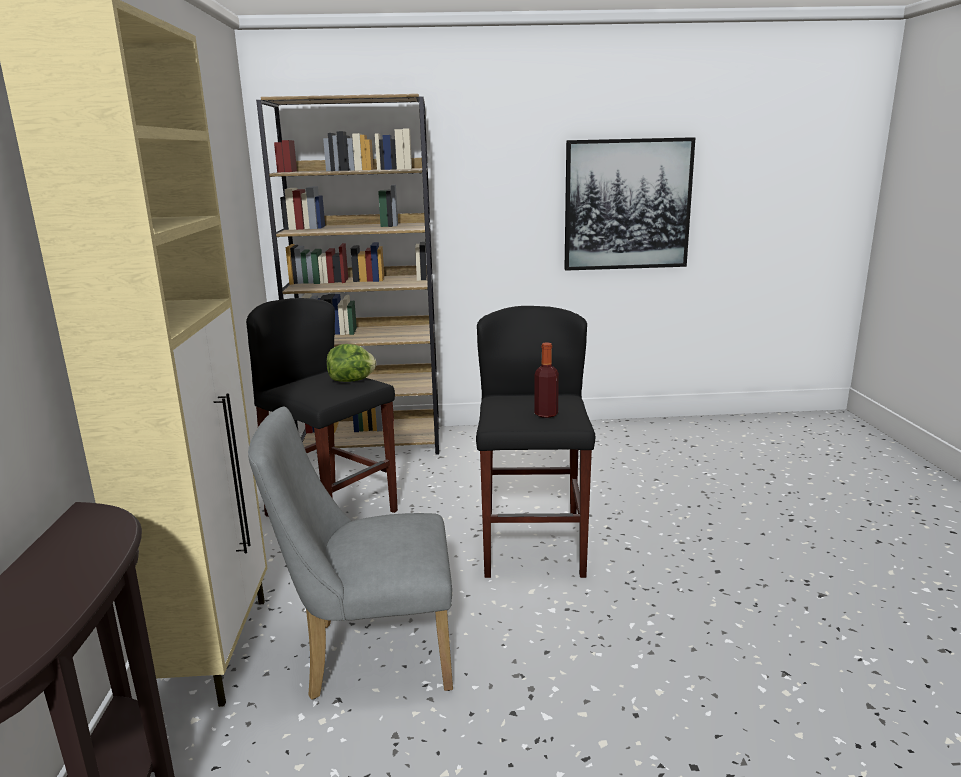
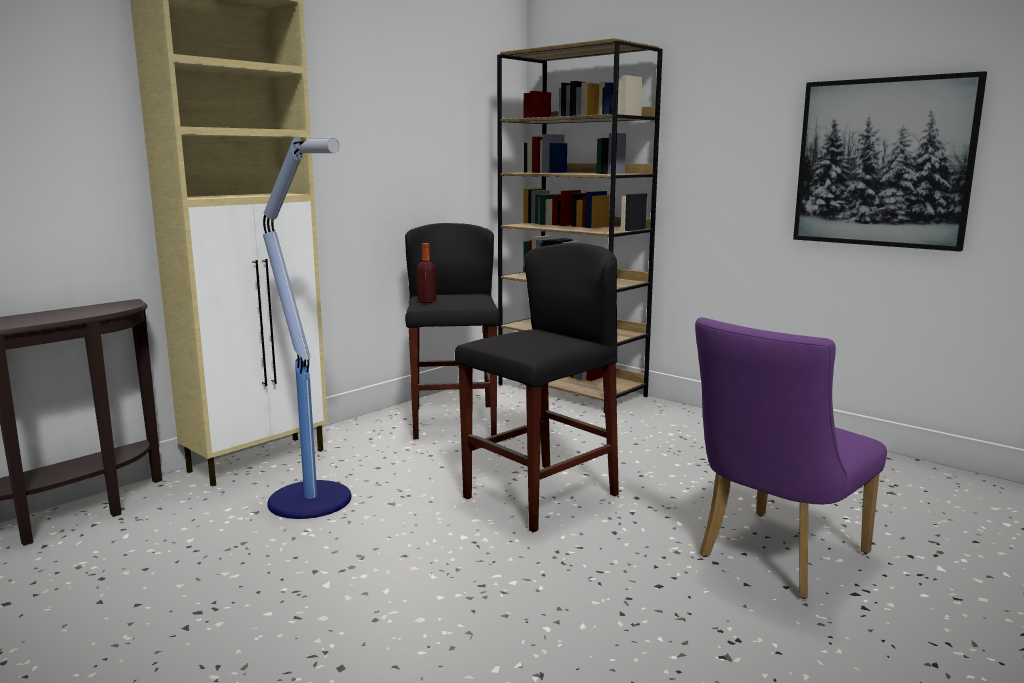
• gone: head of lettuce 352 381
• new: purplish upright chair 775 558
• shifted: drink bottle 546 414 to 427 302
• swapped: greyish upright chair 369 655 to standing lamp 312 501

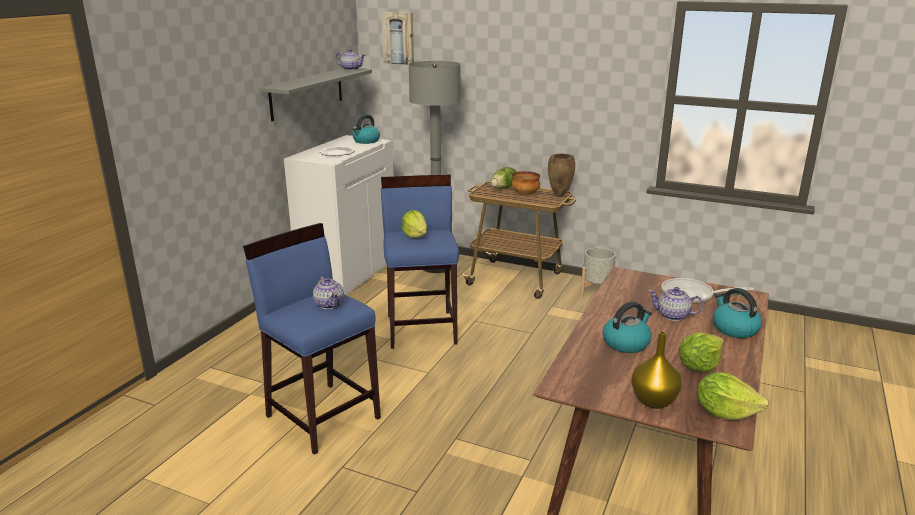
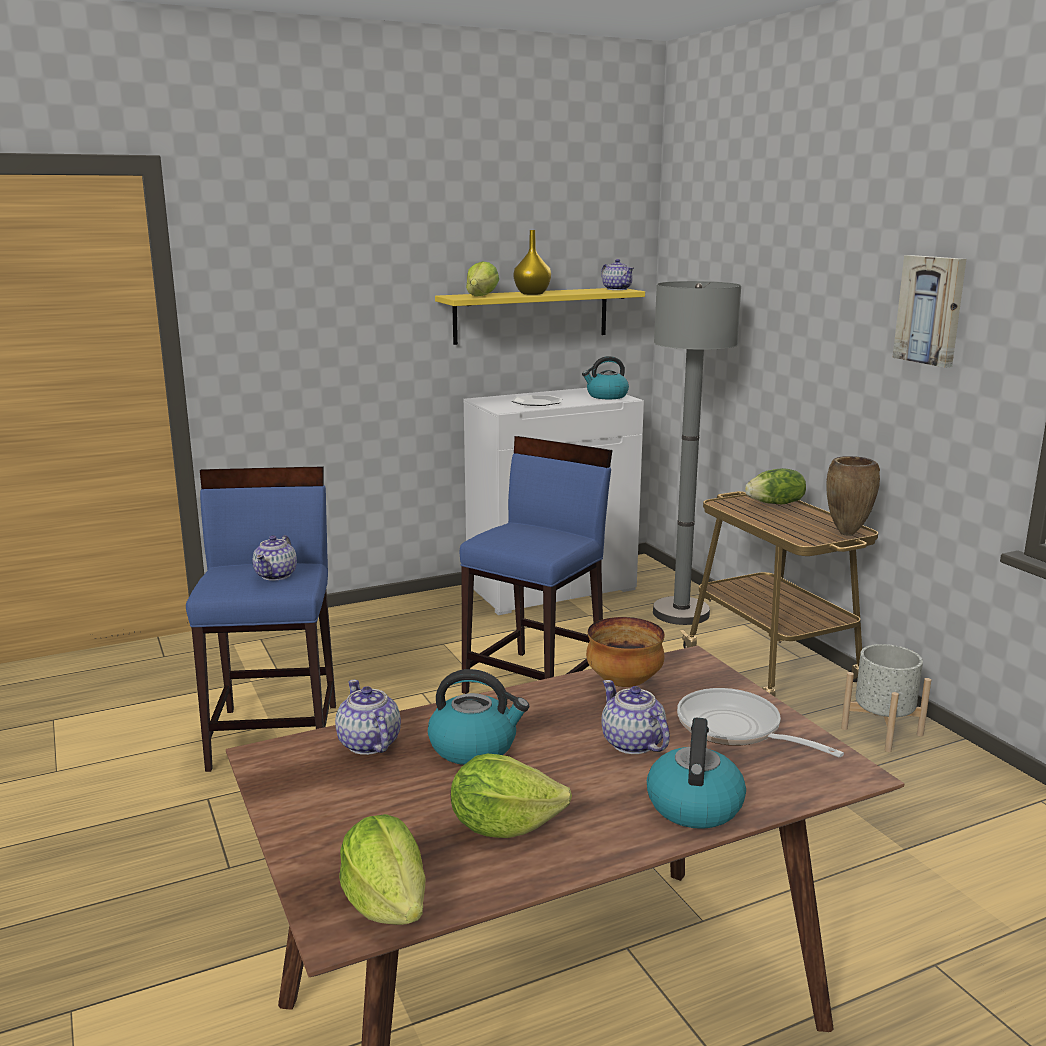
• new: pot for tea 368 744
• shifted: picture 399 38 to 931 310
• shifted: head of lettuce 415 235 to 482 296
• shifted: deep dish 525 194 to 625 683
• shifted: yellow flower vase 654 401 to 533 293
• repainted: greyish bracket shelf 307 93 to yellow bracket shelf 531 315

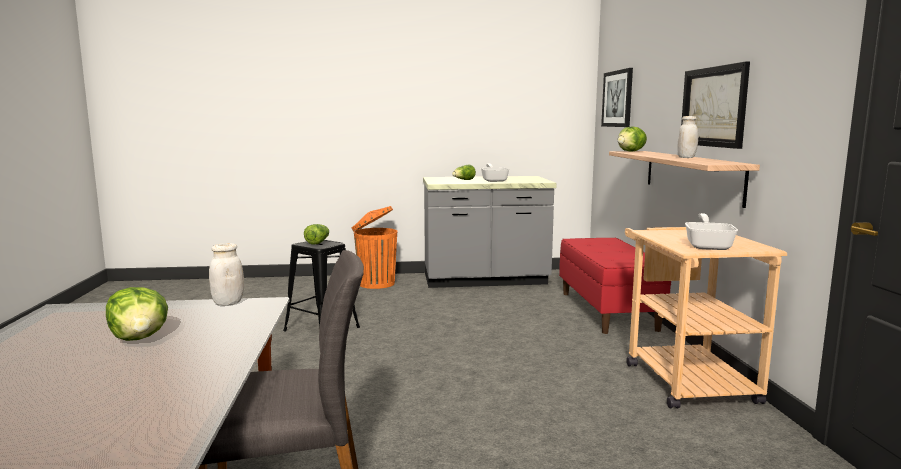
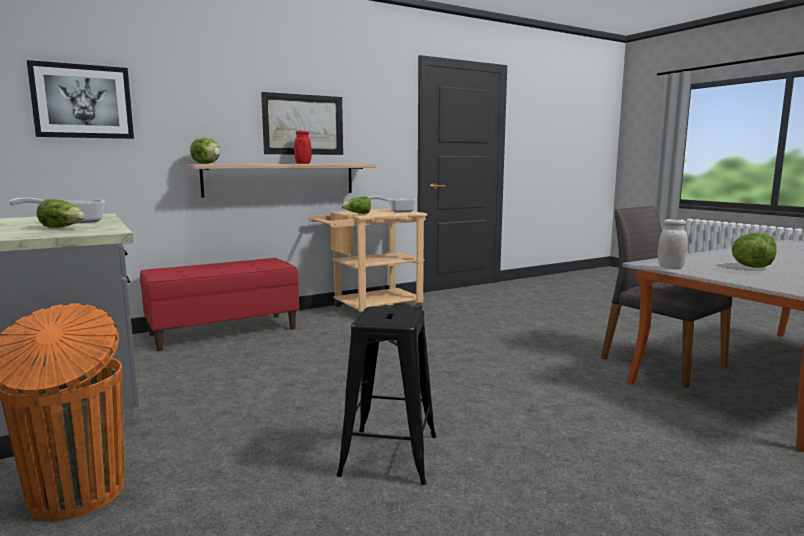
• shifted: head of lettuce 318 242 to 358 213
• repainted: white storage jar 686 157 to red-coloured storage jar 303 163

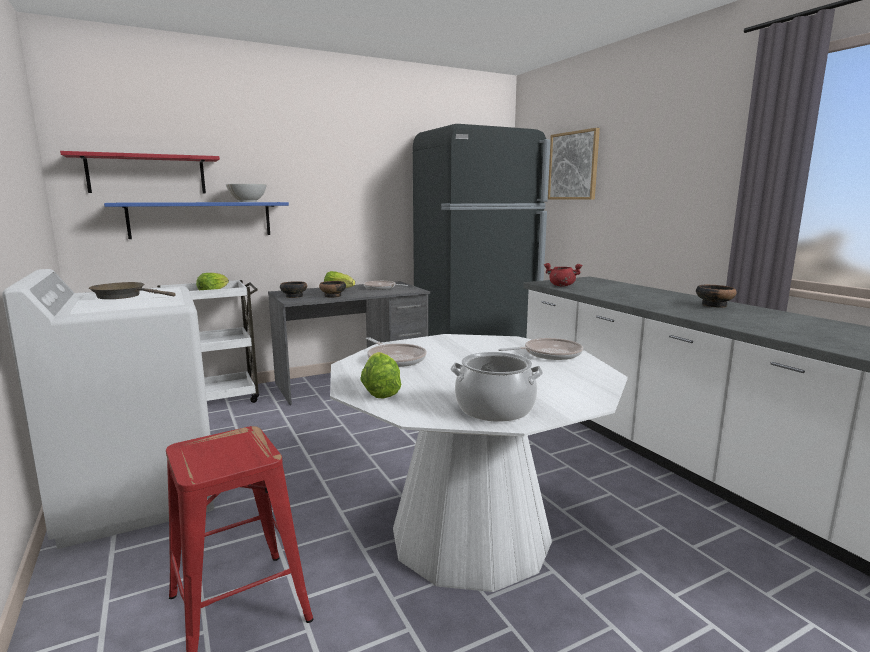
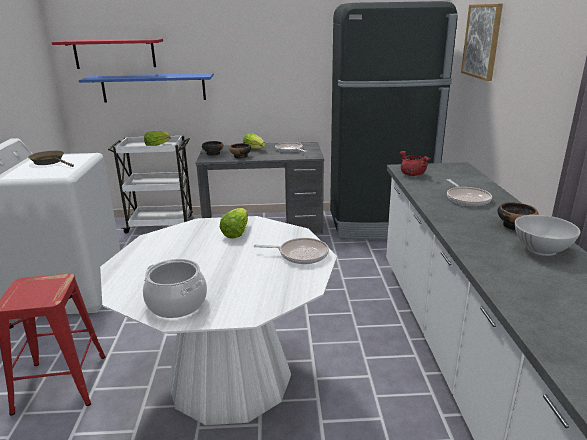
• shifted: white deep dish 248 202 to 542 249
• shifted: head of lettuce 380 390 to 236 232
• shifted: frying pan 395 359 to 466 199

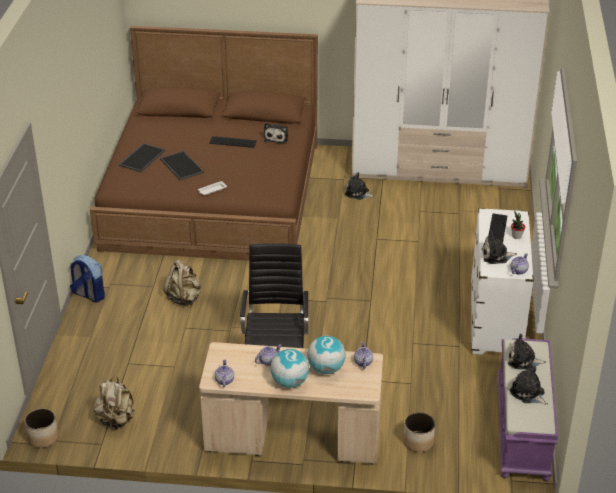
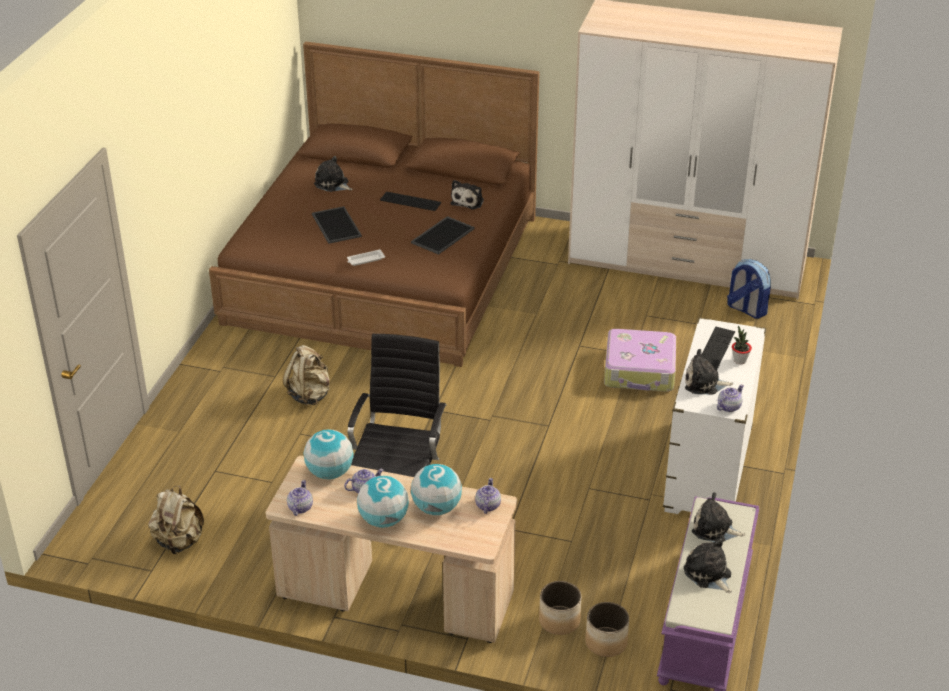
• new: world globe 330 473
• new: piece of luggage 640 371
• shifted: plant pot 43 438 to 606 642
• shifted: backpack 88 295 to 746 309
• shifted: carrying tray 141 157 to 442 235
• shifted: plush toy 358 193 to 333 184

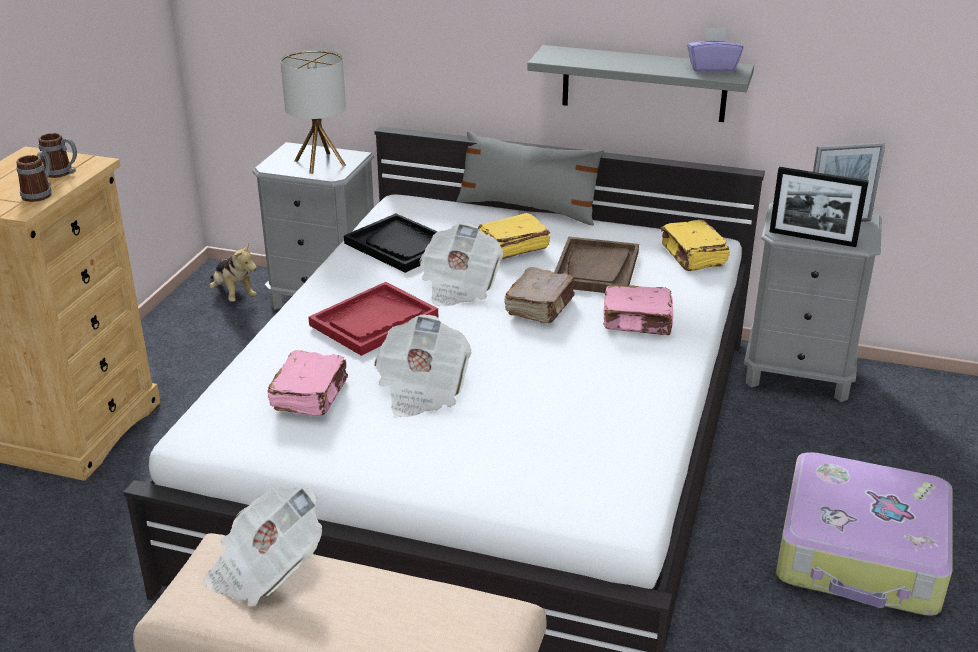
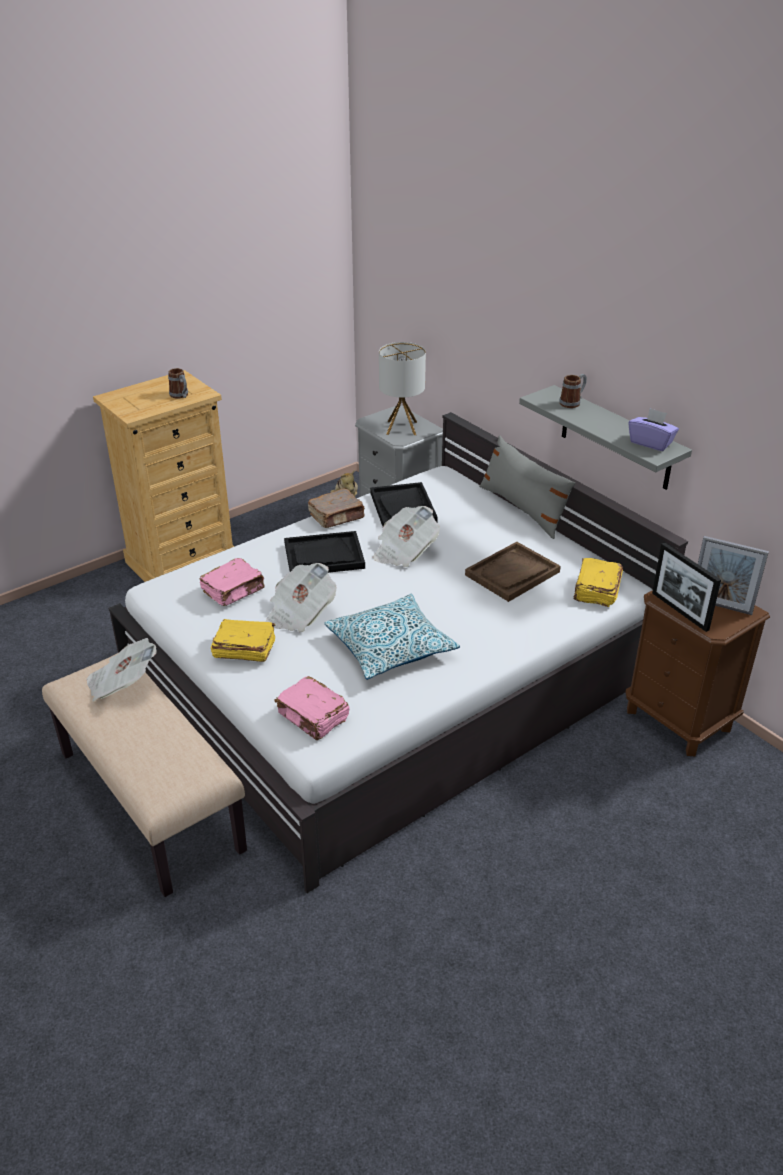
• gone: piece of luggage 861 554
• new: cushion 390 647
• shifted: tea mug 40 193 to 572 402
• shifted: yellow book 511 248 to 243 649
• shifted: brown book 540 307 to 337 517
• shifted: pink-coloured book 638 322 to 313 717
• repainted: red-coloured carrying tray 374 321 to blackish carrying tray 324 556
• repainted: greyish bedside table 798 374 to brown bedside table 679 719

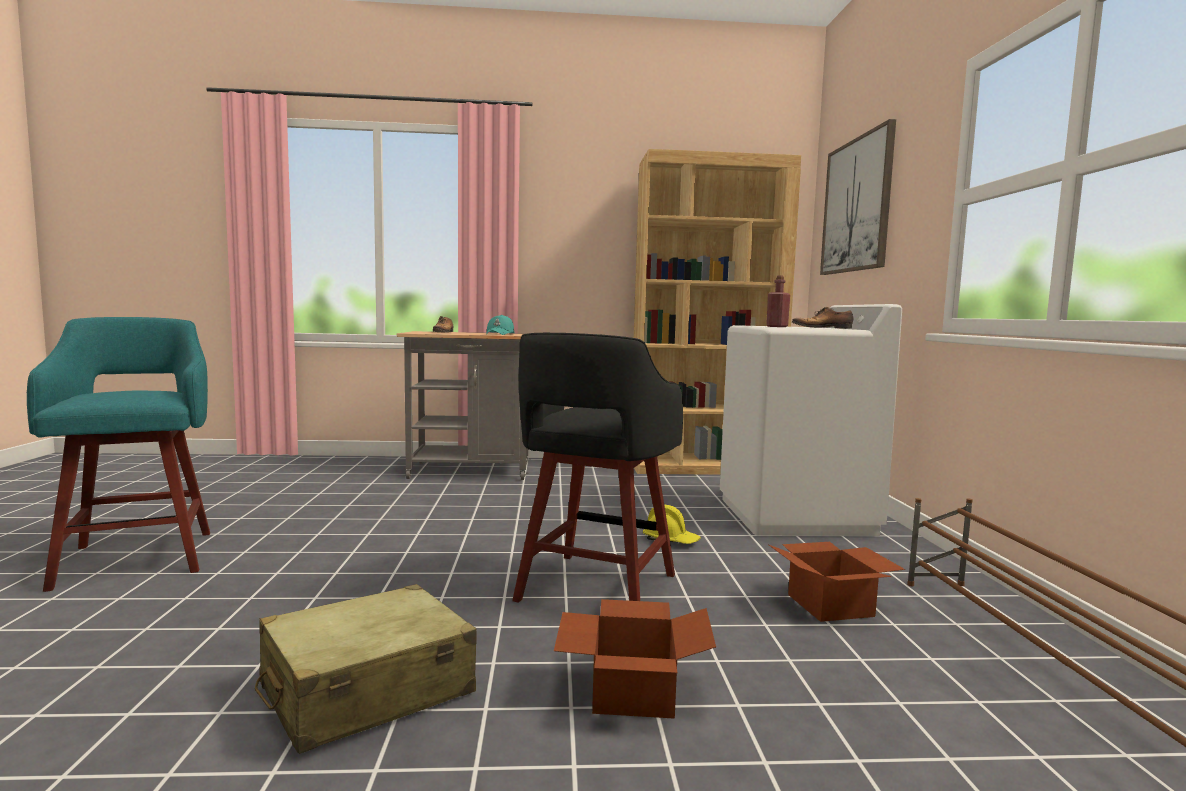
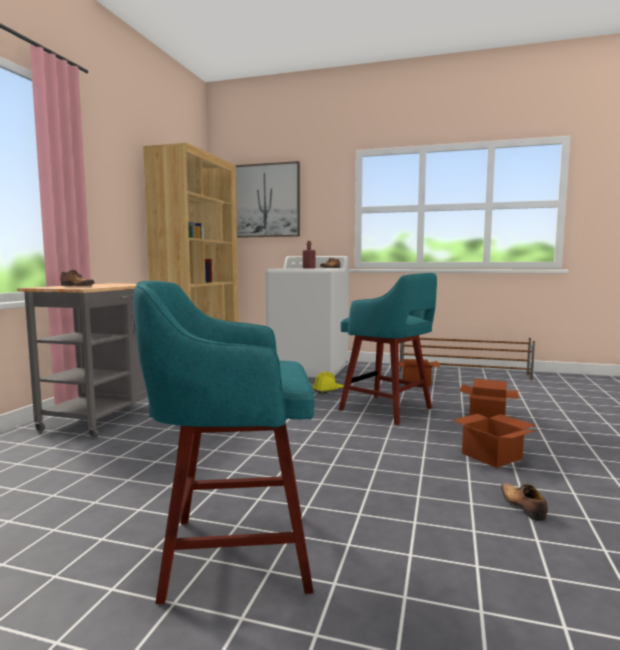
• gone: blue-green peaked cap 500 334
• new: item of footwear 522 506
• swapped: beige piece of luggage 366 690 to packing box 493 456
• repainted: blackish sitting stool 595 589 to blue-green sitting stool 388 410

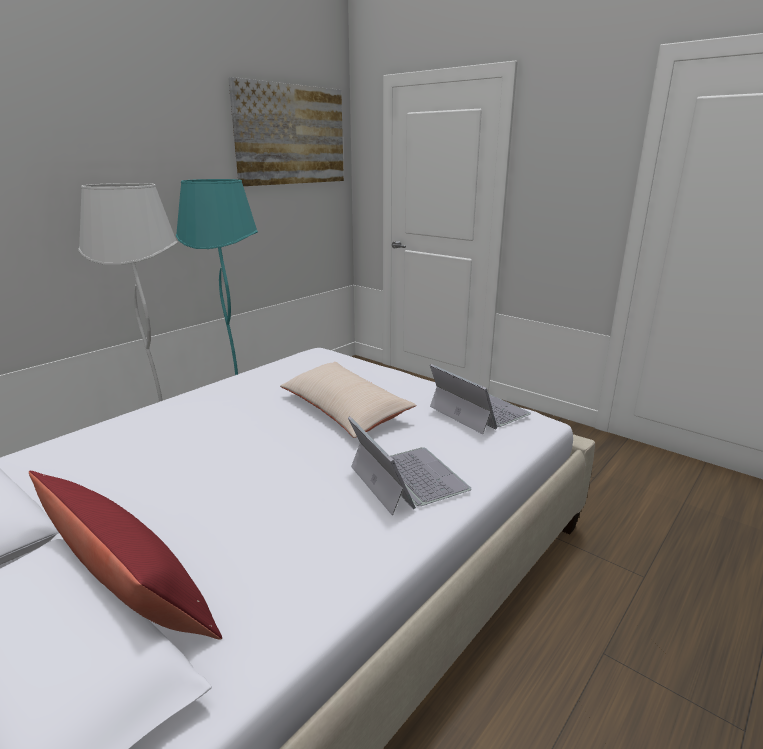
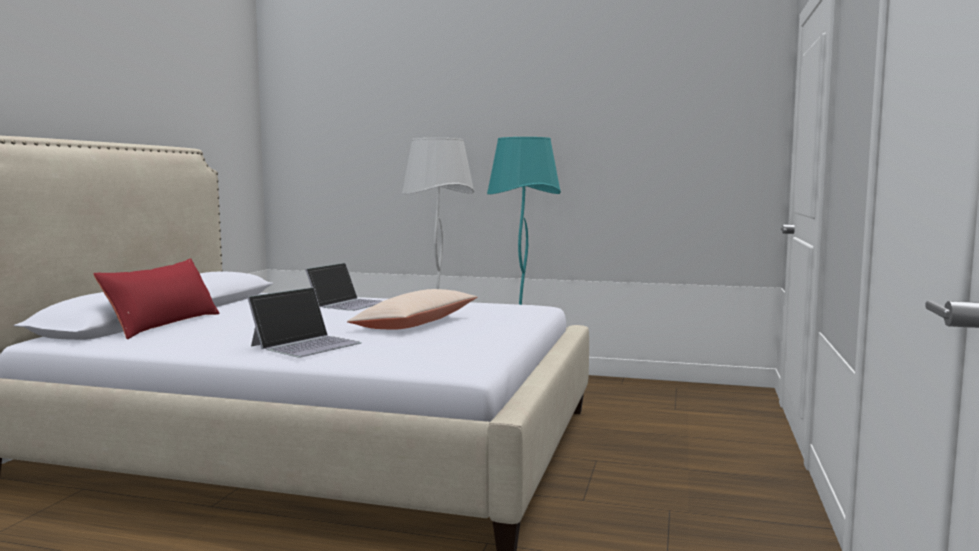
• gone: picture 291 135
• shifted: notebook computer 478 410 to 348 304

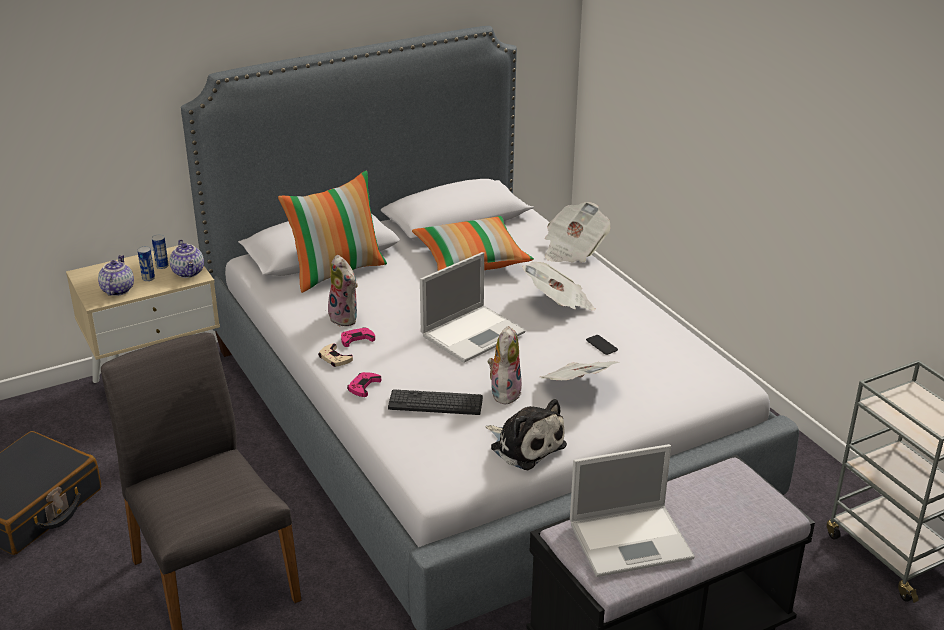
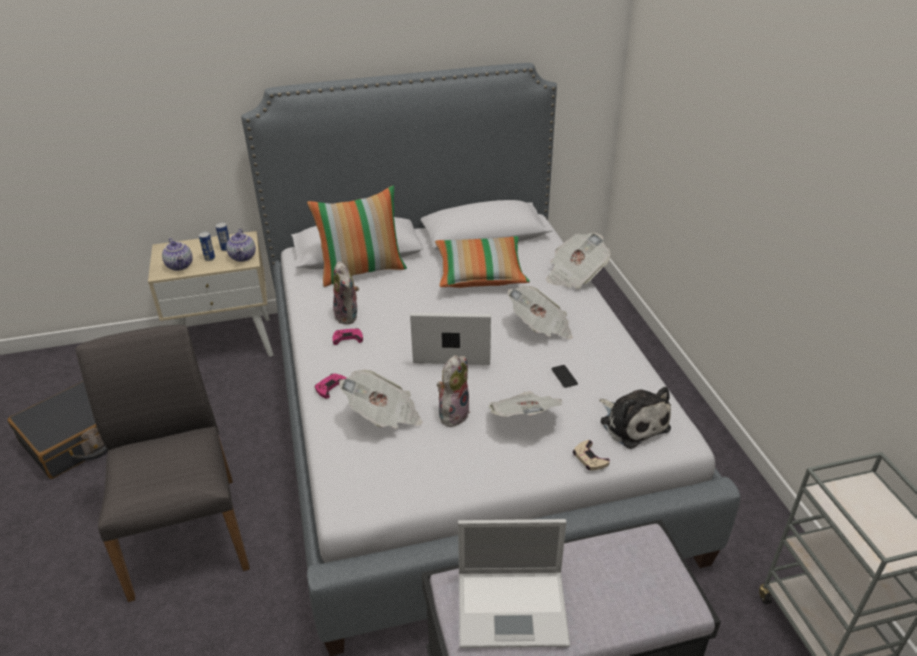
• shifted: beige game controller 335 358 to 589 458
• shifted: plush toy 525 445 to 632 423
• swapped: keyboard 435 403 to printed paper 384 416
• rotated: pot for tea 117 290 = 180 265 135 degrees clockwise
• rotated: notebook computer 474 333 = 451 347 150 degrees counterclockwise

